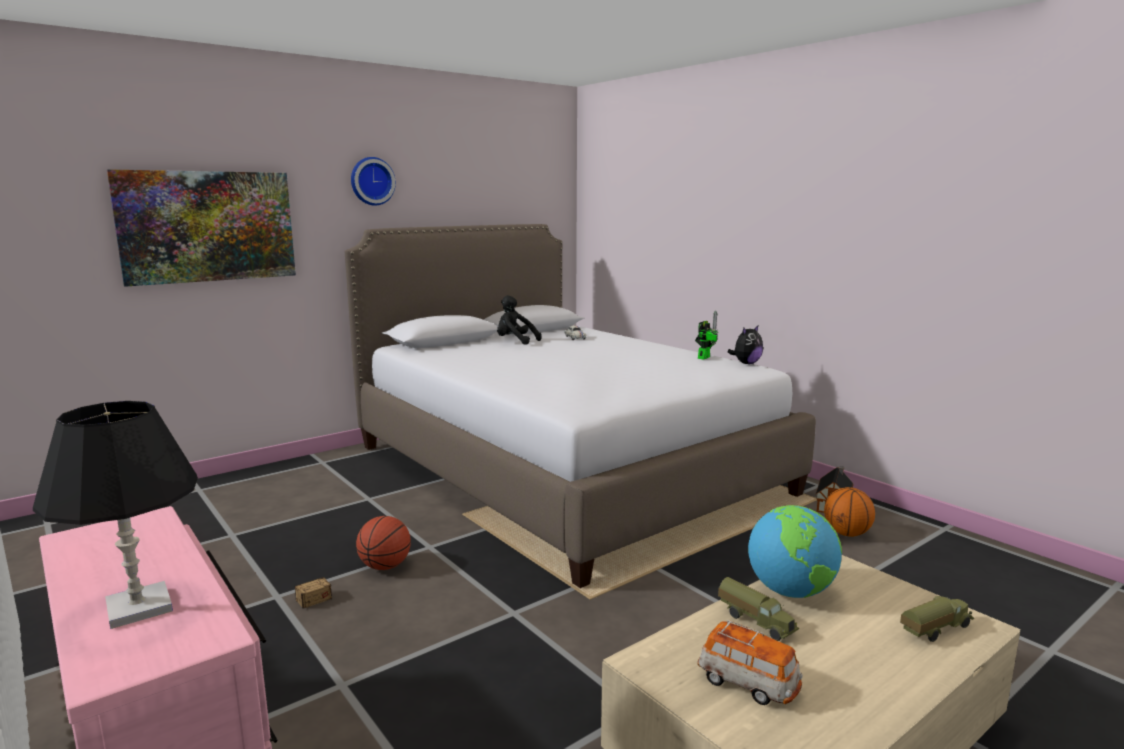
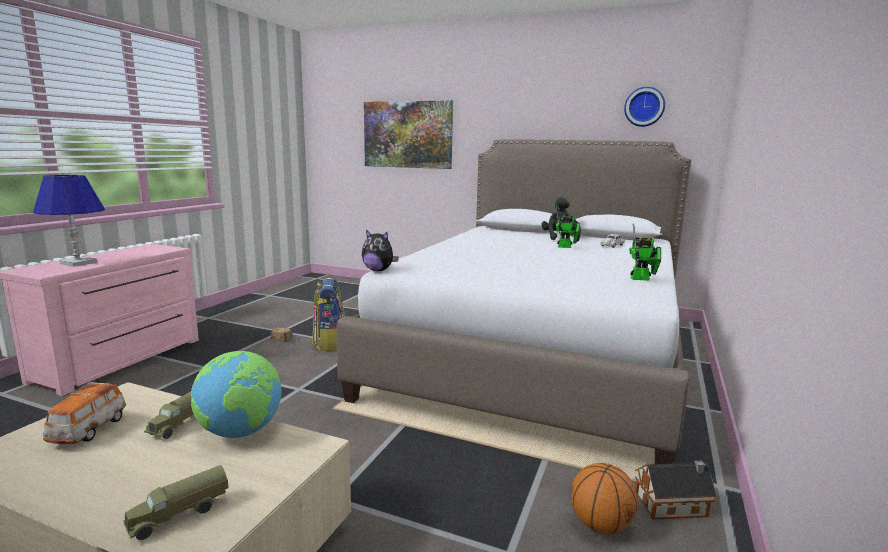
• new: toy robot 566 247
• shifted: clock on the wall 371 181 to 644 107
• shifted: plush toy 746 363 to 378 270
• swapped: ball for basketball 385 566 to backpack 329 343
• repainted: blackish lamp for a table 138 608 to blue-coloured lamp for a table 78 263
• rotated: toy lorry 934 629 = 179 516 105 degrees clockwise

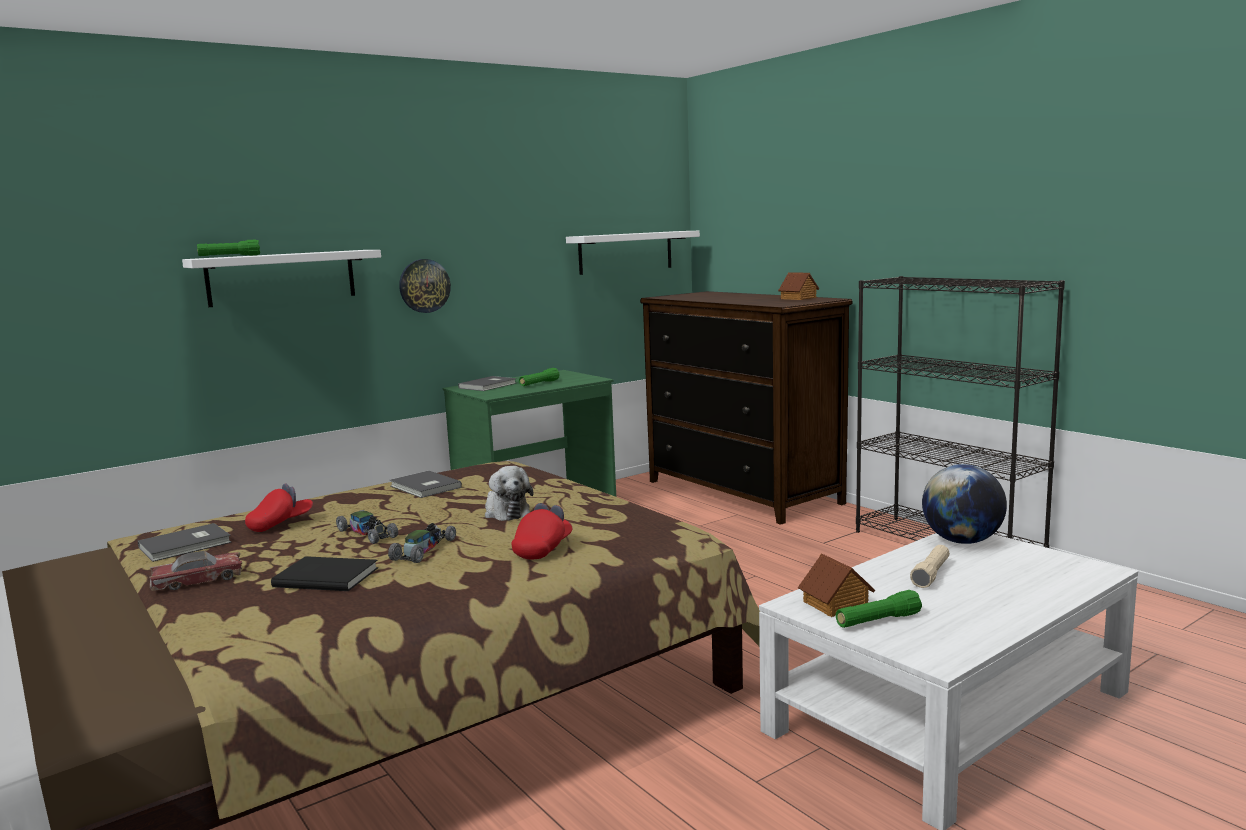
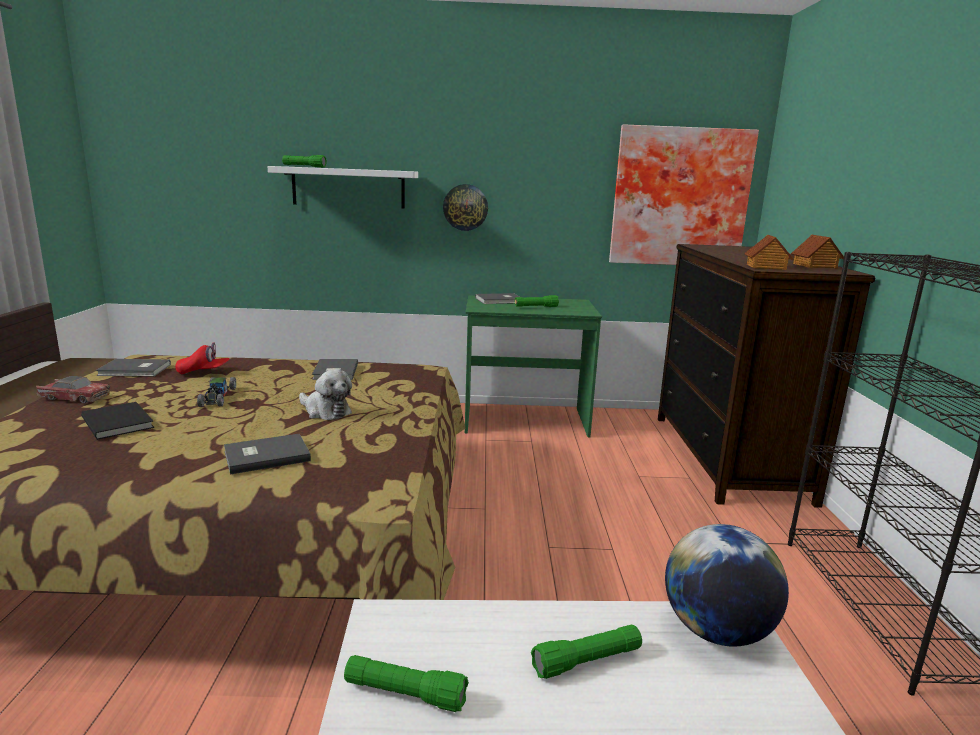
• gone: miniature car 424 550
• shifted: toy house 836 604 to 766 267
• swapped: red-coloured peaked cap 543 549 to greyish book 265 455
• swapped: white bracket shelf 626 252 to picture 679 197
• repainted: beige hand torch 931 574 to greenish hand torch 587 661
• rotated: plush toy 506 512 = 325 411 60 degrees counterclockwise

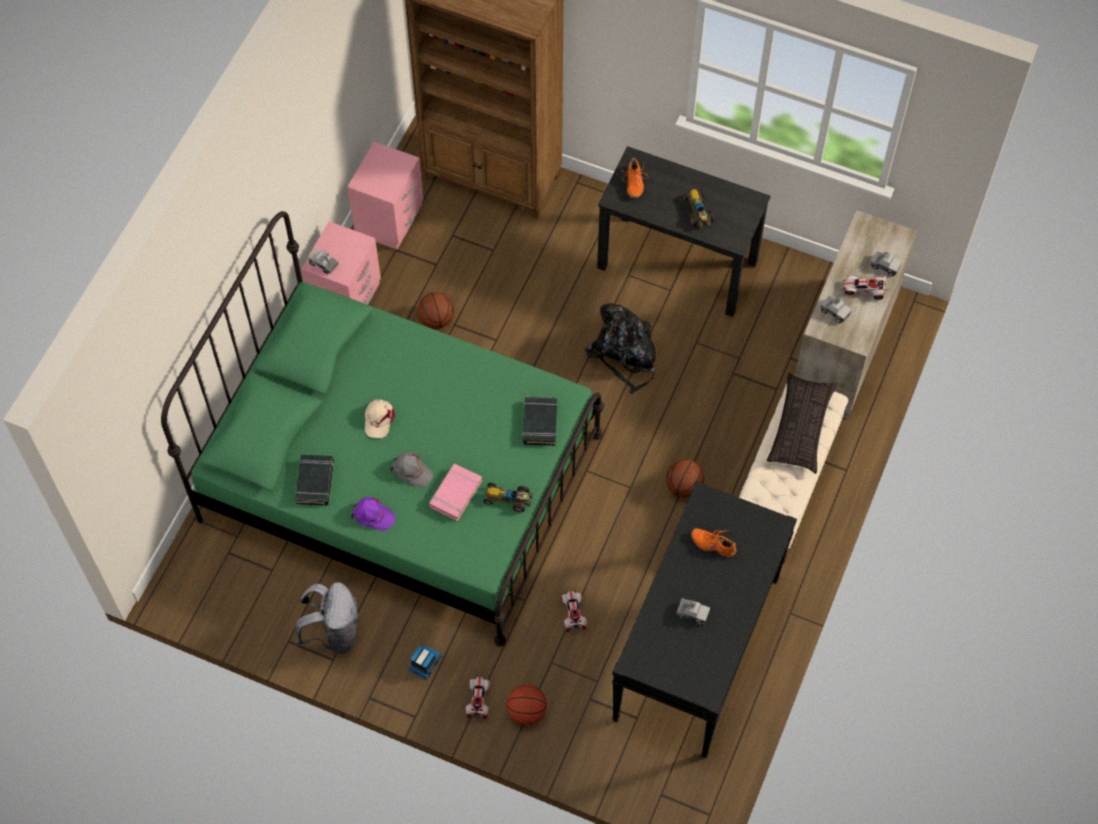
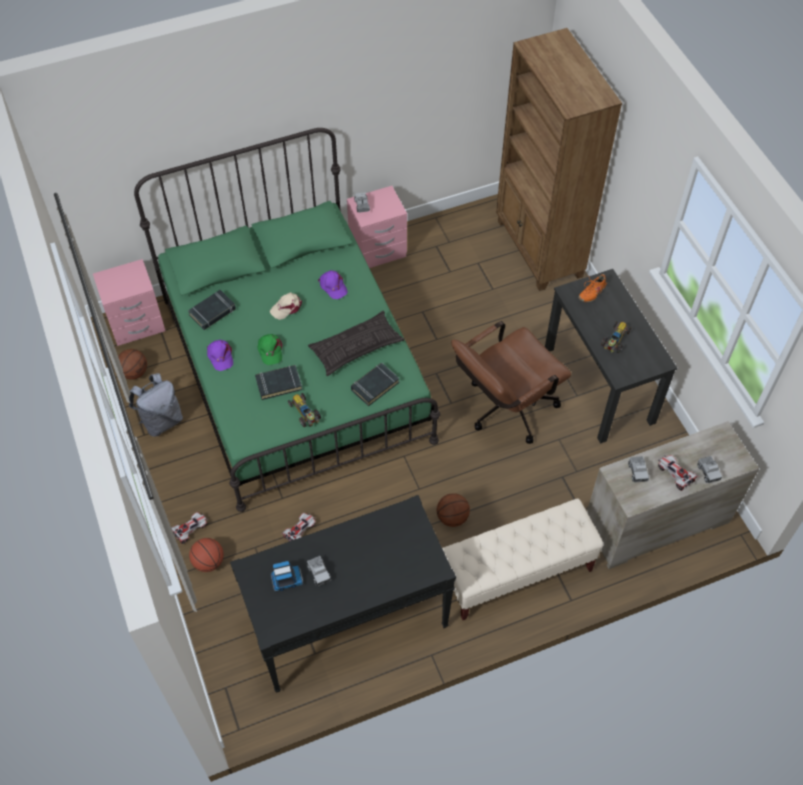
• gone: orangey item of footwear 713 544
• new: purplish peaked cap 333 286
• shifted: pink-coloured bedside table 389 219 to 136 324
• shifted: toy lorry 424 664 to 286 580
• shifted: ball for basketball 436 319 to 134 372
• shifted: cushion 800 426 to 356 347
• swapped: blackish backpack 625 355 to brown computer chair 504 410
• repainted: greyish peaked cap 411 471 to greenish peaked cap 270 350
• repainted: pink-coloured book 455 494 to blackish book 279 384

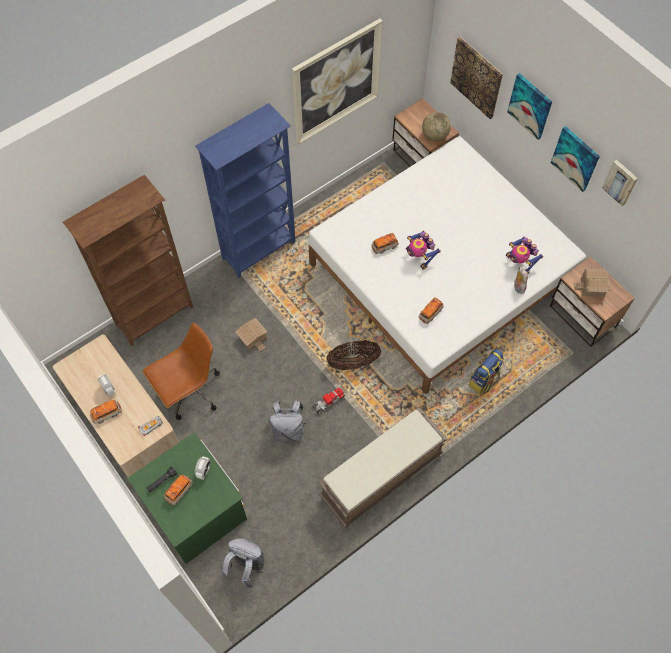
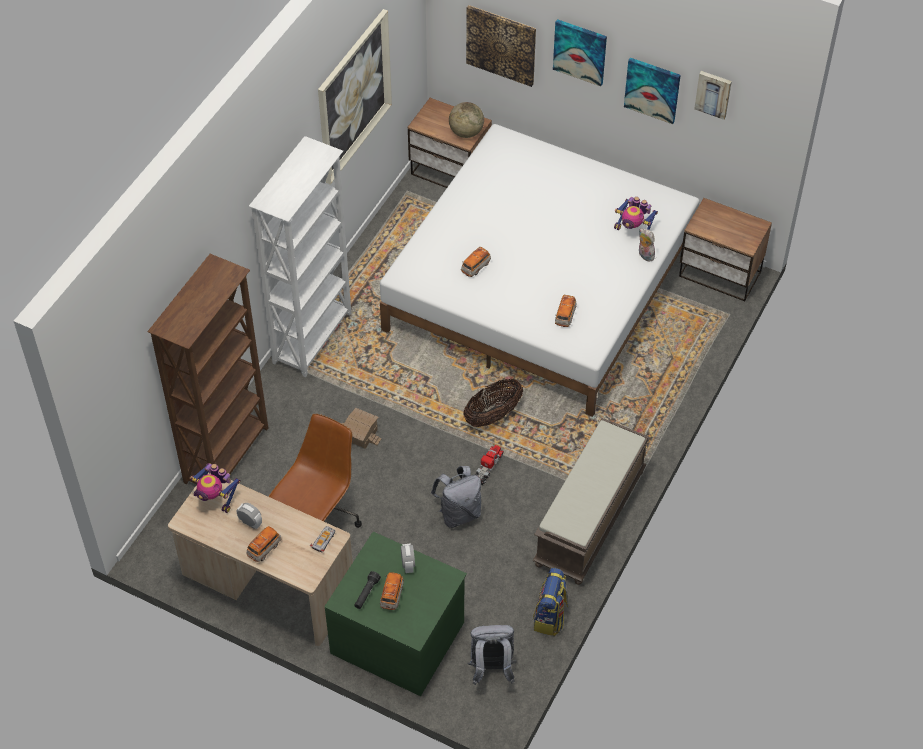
• gone: toy house 592 286
• shifted: toy robot 419 257 to 216 499
• shifted: backpack 484 380 to 550 617
• repainted: blue-coloured bookcase 260 250 to white bookcase 313 338

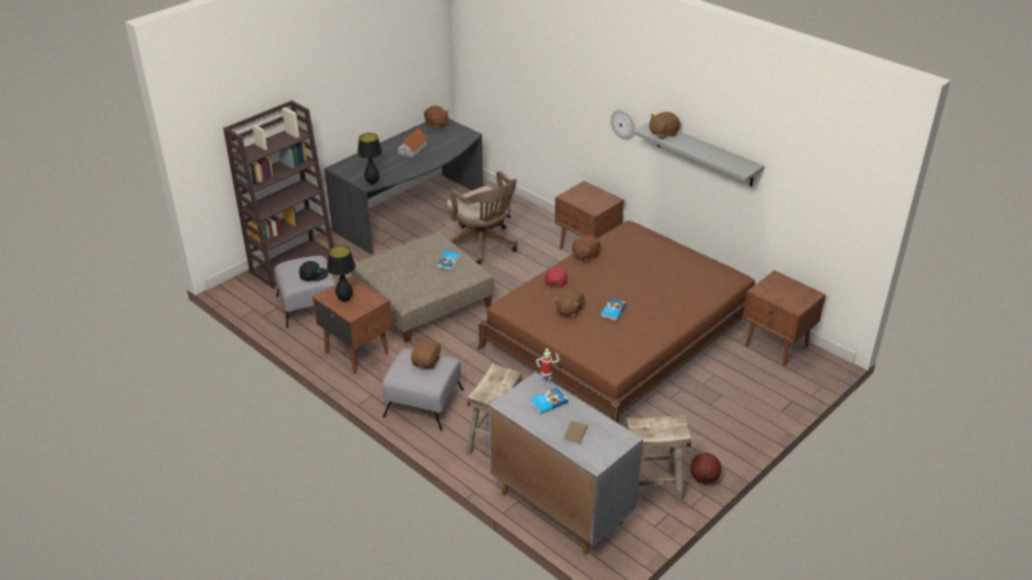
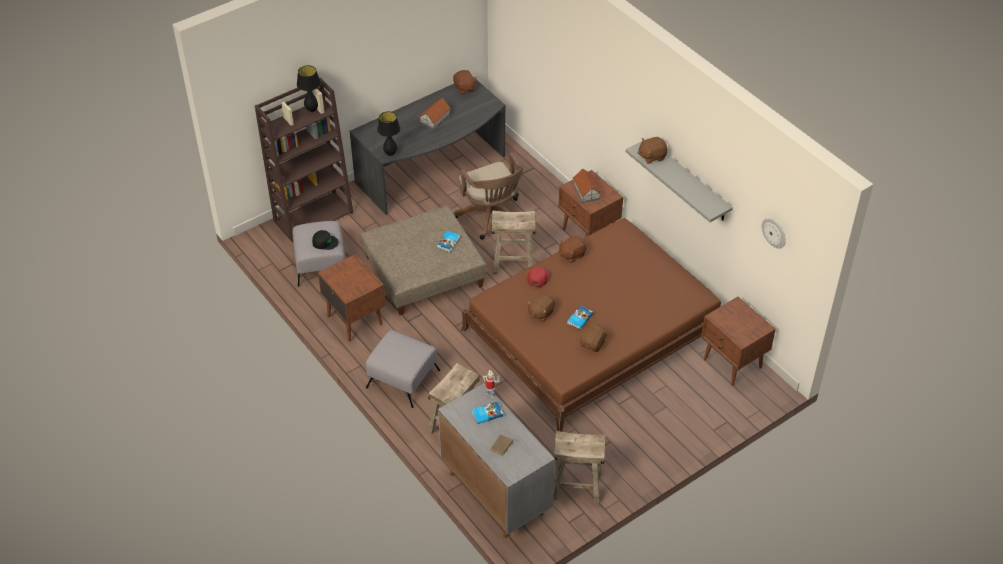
• gone: ball for basketball 704 479
• new: beige sitting stool 513 262
• new: toy house 586 191
• shifted: blackish lamp for a table 345 299 to 312 110
• shifted: brown plush toy 427 362 to 593 344
• shifted: clock on the wall 623 124 to 774 232

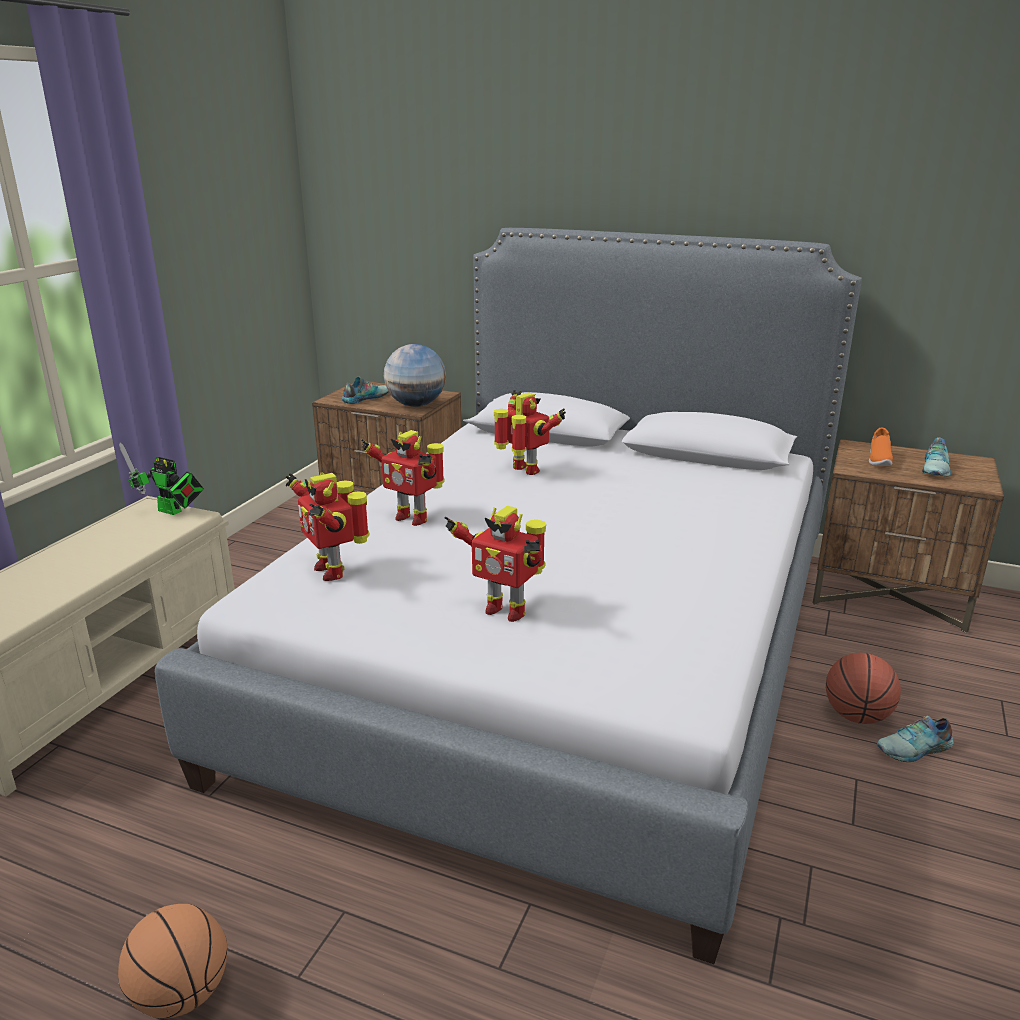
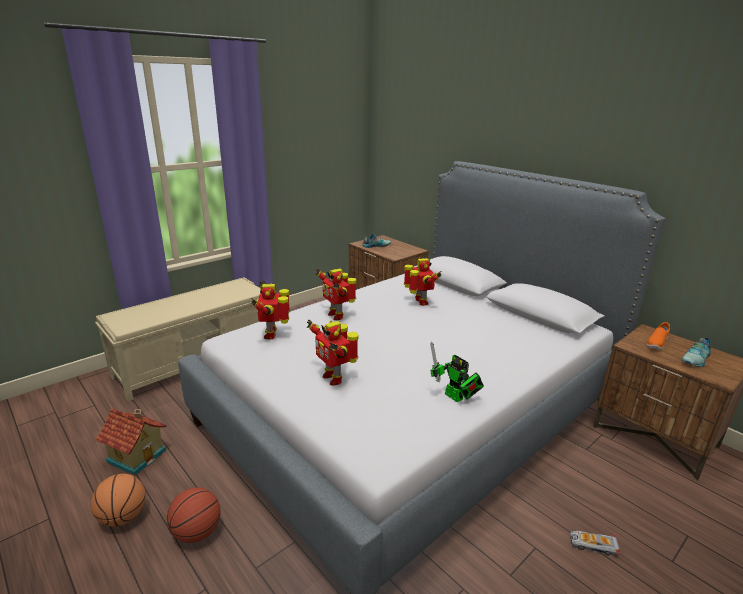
• gone: world globe 416 405
• new: toy house 138 455
• shifted: toy robot 172 511 to 456 398
• shifted: ball for basketball 856 716 to 197 532
• swapped: item of footwear 915 749 to miniature car 592 545

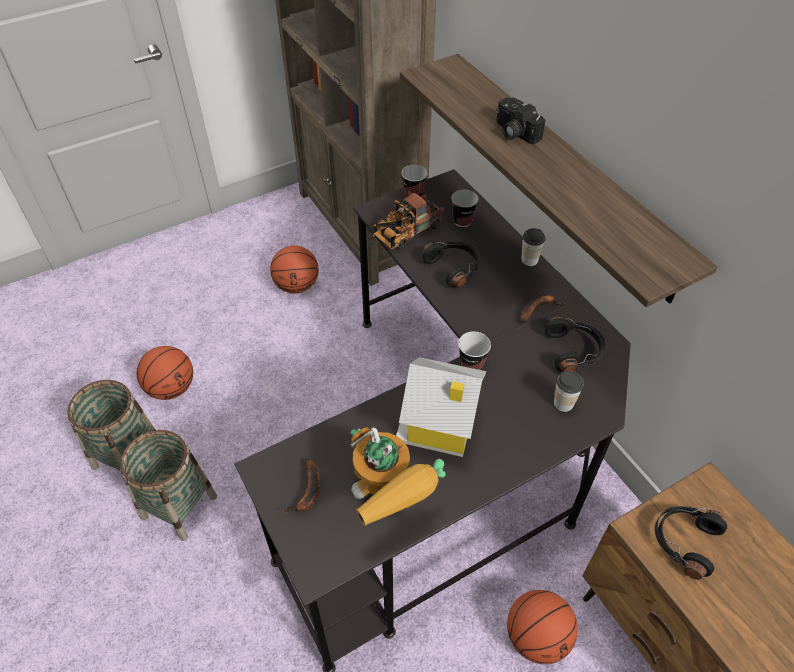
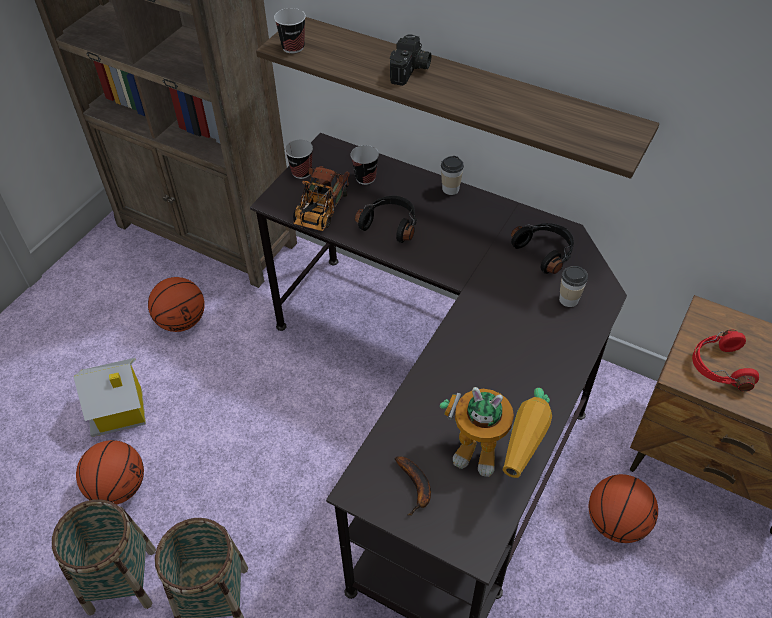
• gone: banana 537 308
• shifted: toy house 439 427 to 120 412
• shifted: drinking cup 471 365 to 293 47
• repainted: blackish headset 683 541 to red-coloured headset 719 367
• rotated: photo camera 514 132 = 411 71 90 degrees counterclockwise

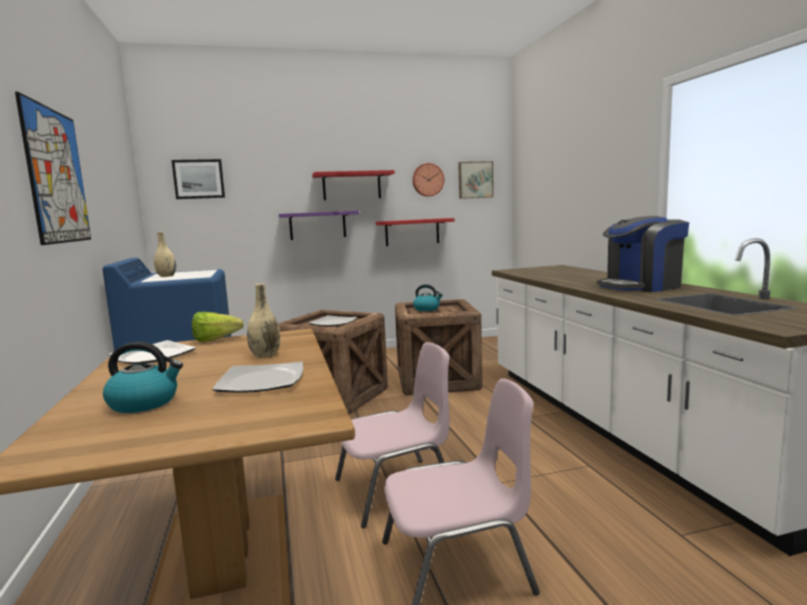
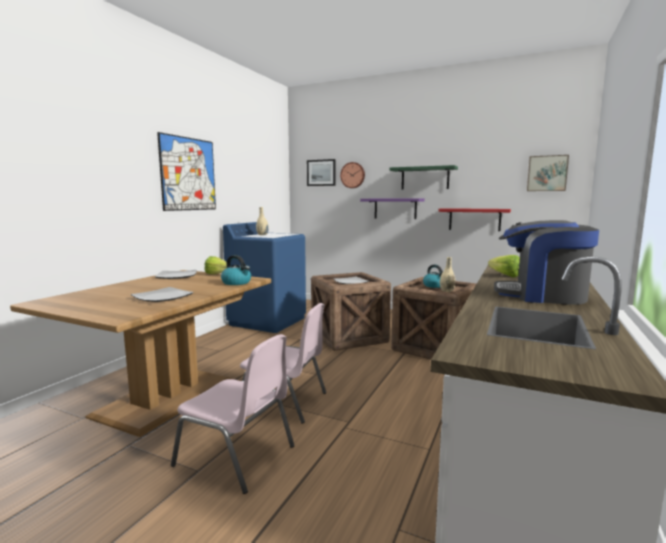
• new: head of lettuce 503 275
• shifted: tea kettle 145 403 to 237 283
• shifted: beige flower vase 265 355 to 447 291
• shifted: clock on the wall 427 180 to 353 175
• repainted: red-coloured bracket shelf 351 186 to greenish bracket shelf 425 178

